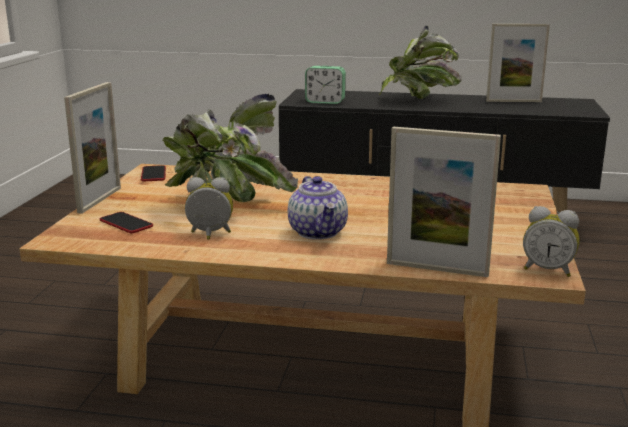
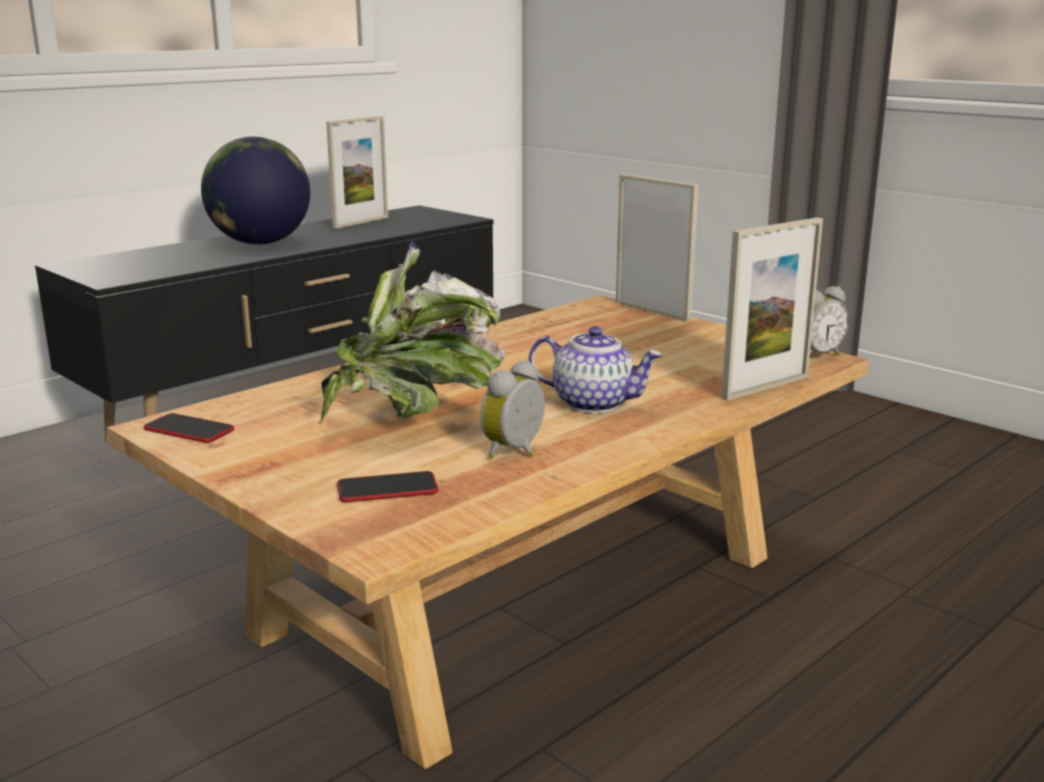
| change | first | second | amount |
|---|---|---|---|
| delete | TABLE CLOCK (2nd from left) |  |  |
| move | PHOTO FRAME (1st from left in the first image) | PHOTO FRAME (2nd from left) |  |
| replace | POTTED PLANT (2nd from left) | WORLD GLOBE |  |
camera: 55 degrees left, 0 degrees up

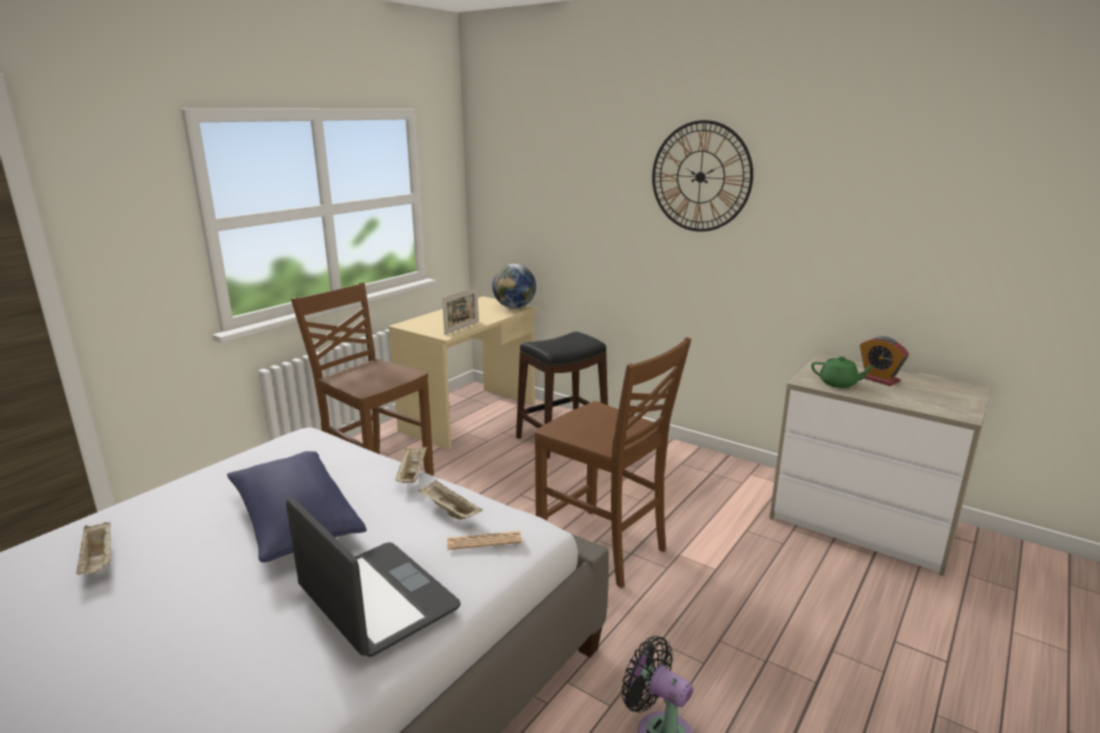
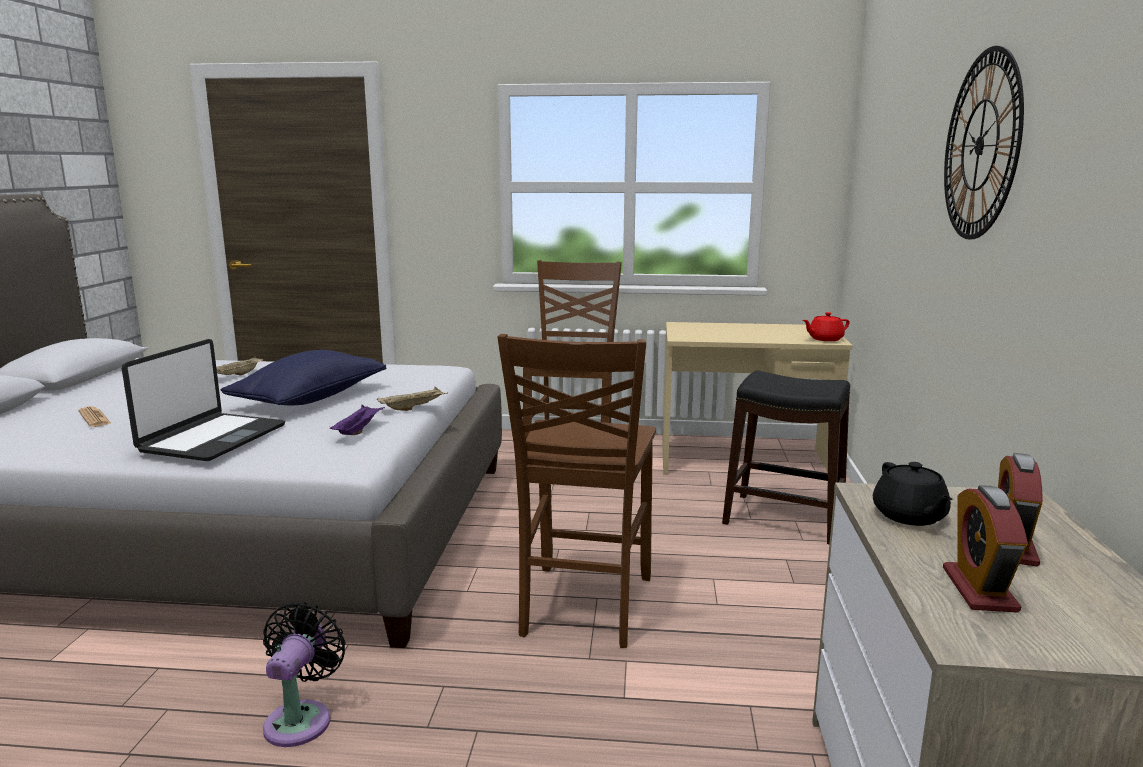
| change | first | second | amount |
|---|---|---|---|
| delete | PHOTO FRAME |  |  |
| insert |  | TABLE CLOCK (1st from left) |  |
| move | PRINTED PAPER |  |  |
| replace | WORLD GLOBE | RED-COLOURED POT FOR TEA |  |
| recolor | BEIGE CARRYING TRAY (3rd from left) | PURPLE CARRYING TRAY |  |
| recolor | GREENISH POT FOR TEA | BLACK-COLOURED POT FOR TEA |  |
camera: 60 degrees right, 5 degrees down

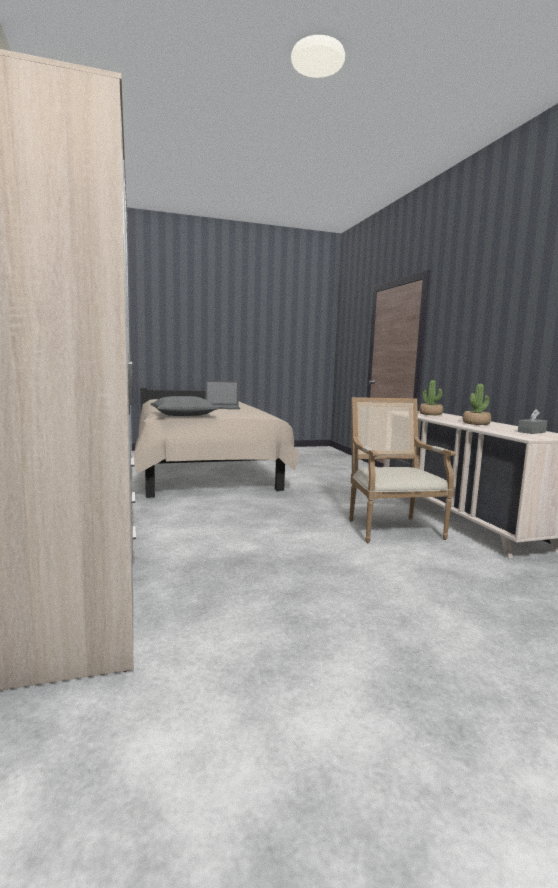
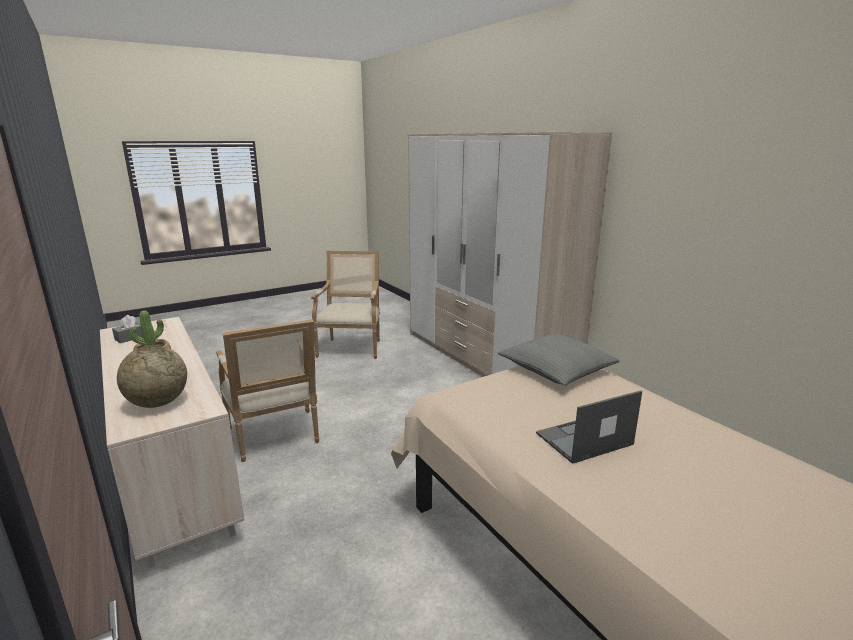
| change | first | second | amount |
|---|---|---|---|
| insert |  | ARMCHAIR (2nd from left) |  |
| replace | POTTED PLANT (1st from left) | WORLD GLOBE |  |
camera: 165 degrees right, 10 degrees up

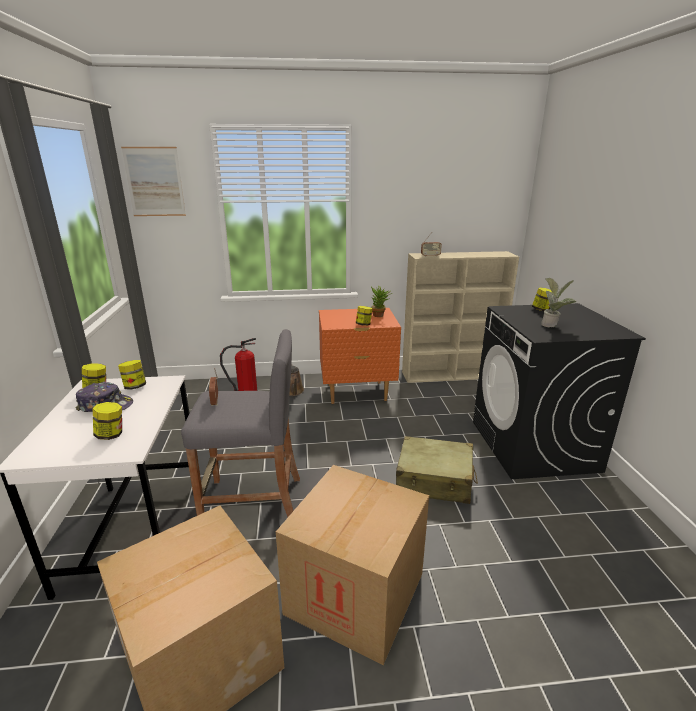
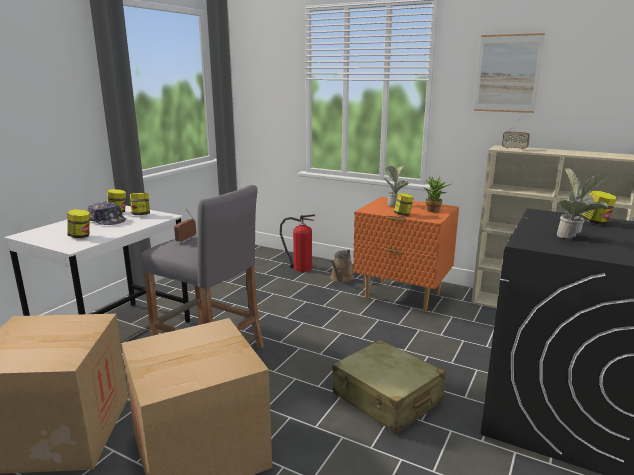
| change | first | second | amount |
|---|---|---|---|
| insert |  | POTTED PLANT (1st from left) |  |
| move | PICTURE |  |  |
camera: 35 degrees right, 5 degrees down

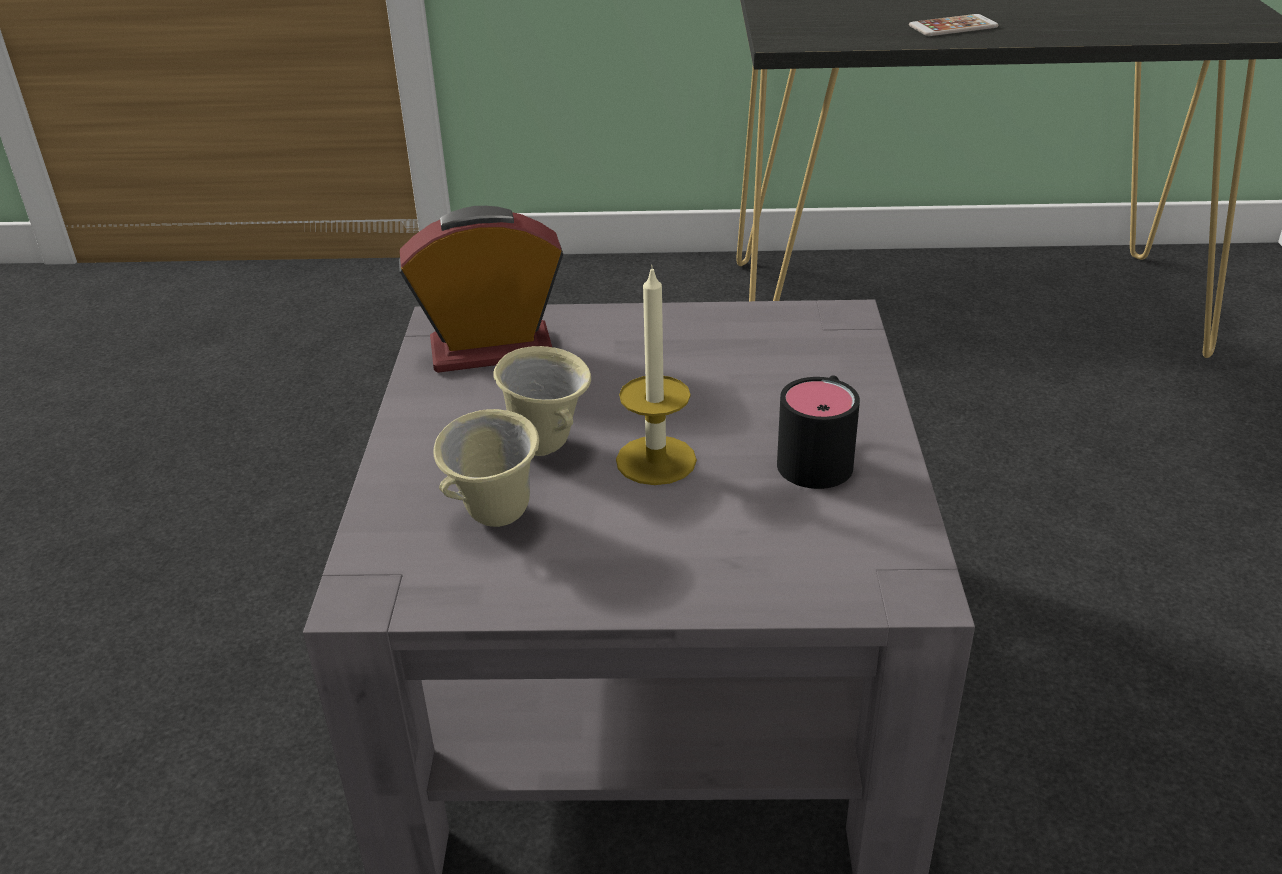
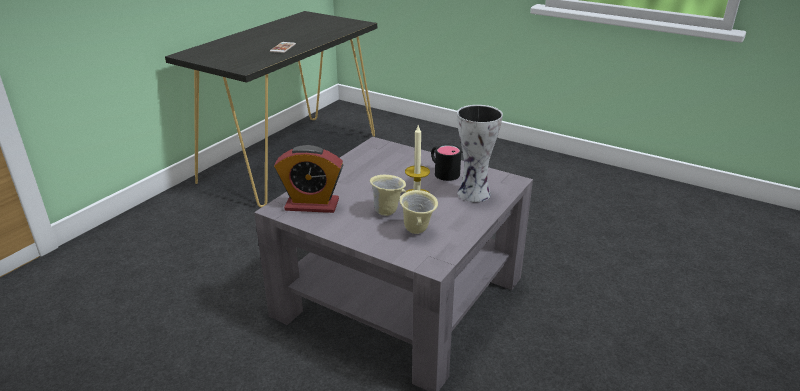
| change | first | second | amount |
|---|---|---|---|
| insert |  | VASE |  |
| rotate | TABLE CLOCK |  | 105 degrees counterclockwise |
camera: 60 degrees left, 5 degrees down

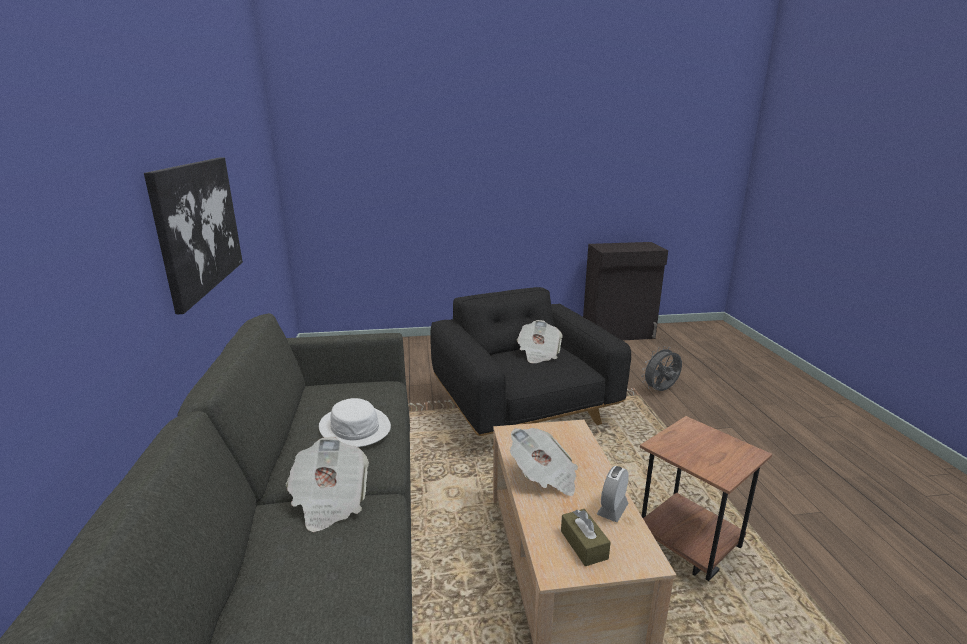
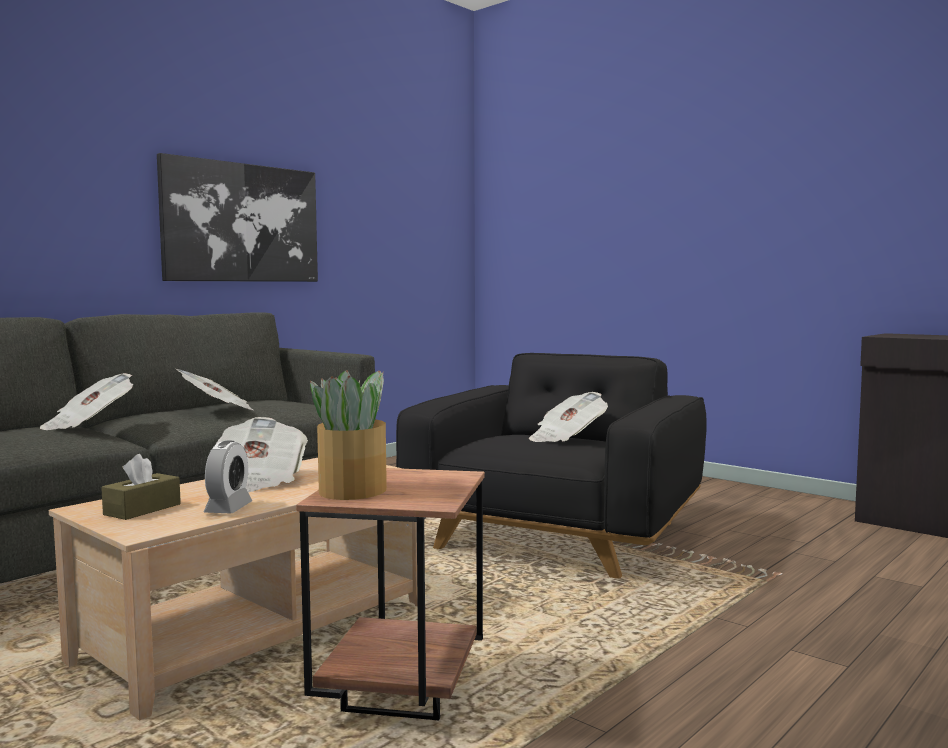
| change | first | second | amount |
|---|---|---|---|
| delete | GREYISH COOLING FAN |  |  |
| insert |  | POTTED PLANT |  |
| replace | WHITE-COLOURED CLOTHING HAT | PRINTED PAPER (2nd from left) |  |
| rotate | TABLE CLOCK |  | 105 degrees clockwise |
camera: 50 degrees right, 15 degrees down

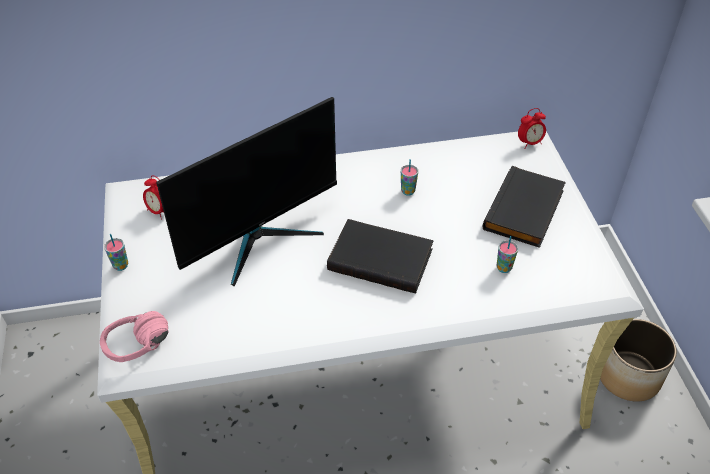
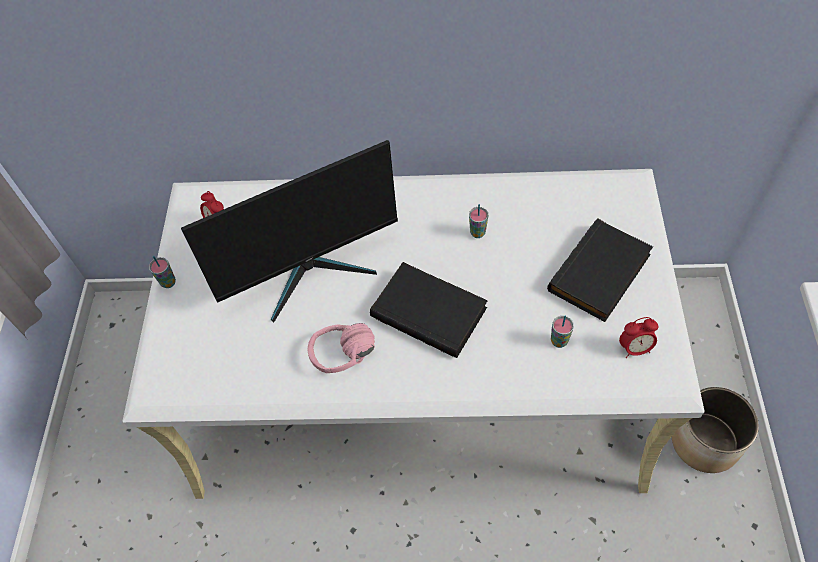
| change | first | second | amount |
|---|---|---|---|
| move | PINK-COLOURED HEADPHONES |  |  |
| move | TABLE CLOCK (2nd from left) |  |  |
camera: 15 degrees right, 10 degrees up

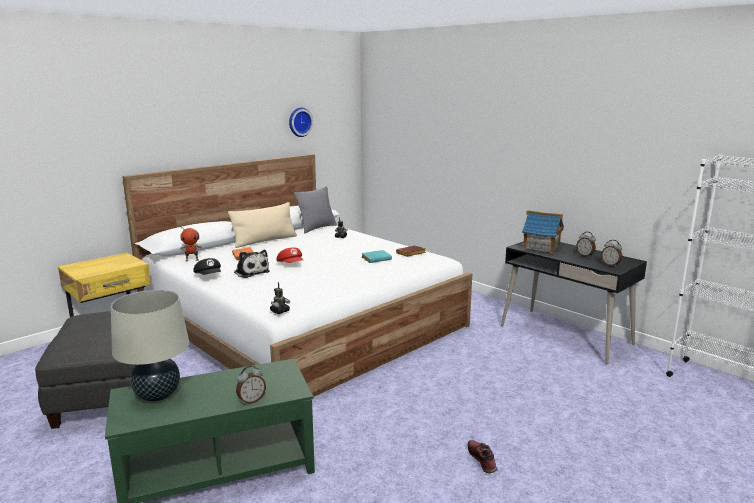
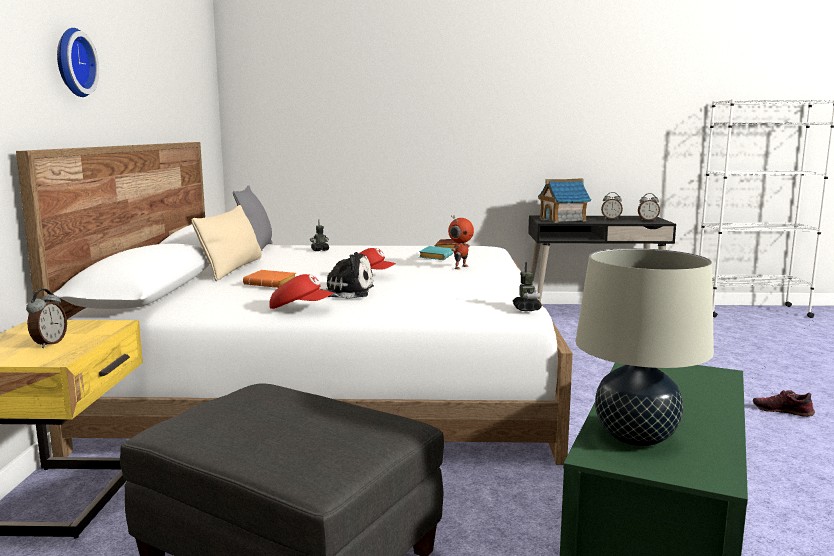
| change | first | second | amount |
|---|---|---|---|
| move | MODEL ROBOT (1st from left in the first image) | MODEL ROBOT (2nd from left) |  |
| move | TABLE CLOCK (1st from left) |  |  |
| move | WALL CLOCK |  |  |
| recolor | BLACK-COLOURED BASEBALL CAP | RED-COLOURED BASEBALL CAP (1st from left) |  |
camera: 45 degrees left, 5 degrees down

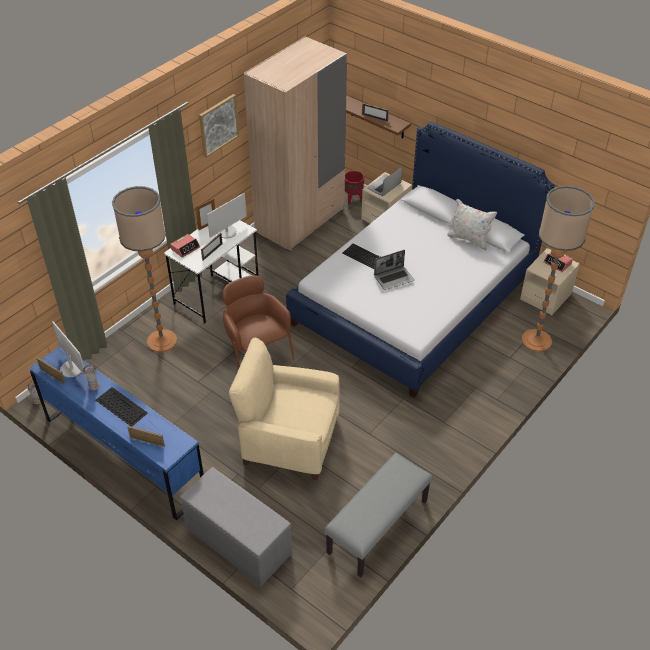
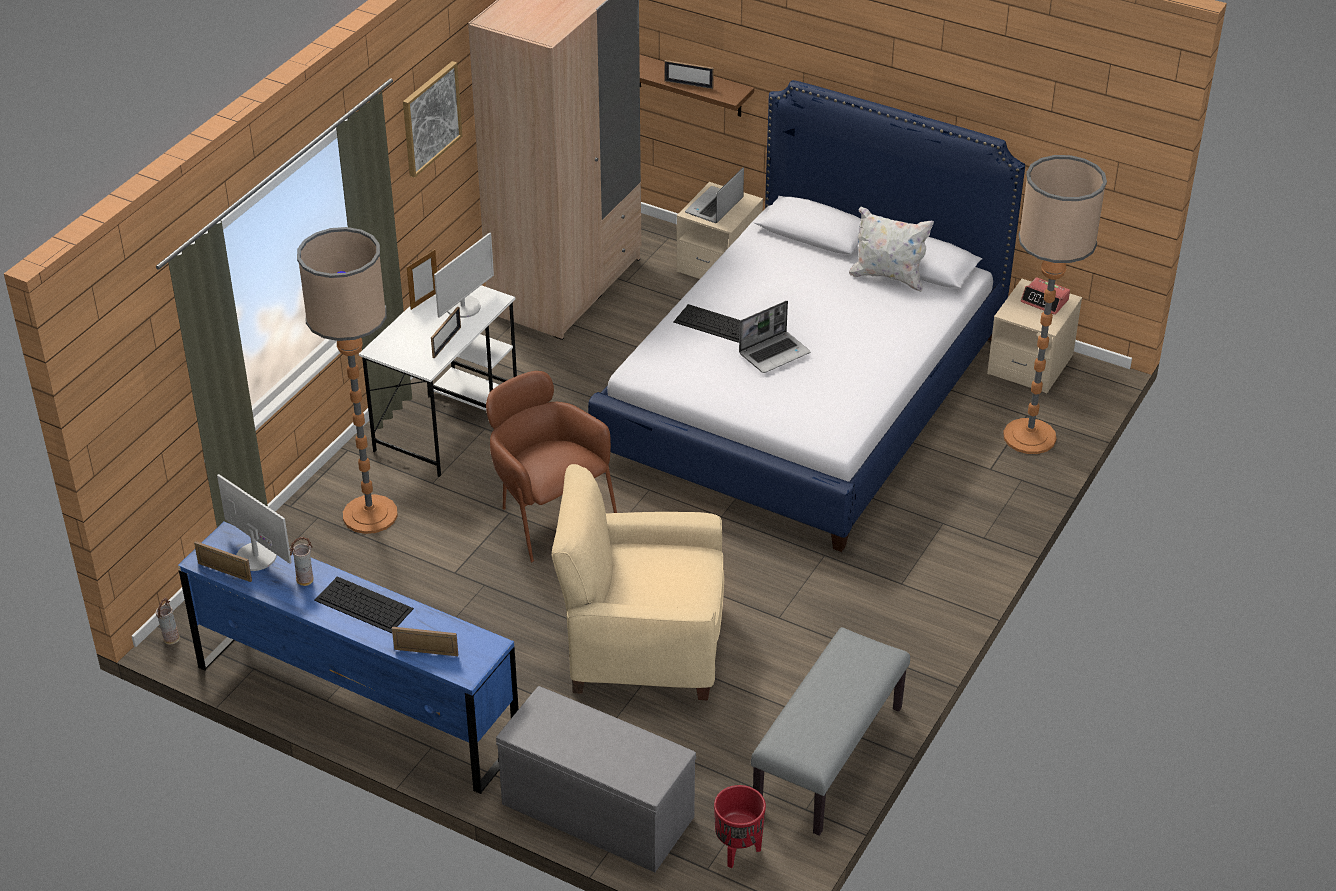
| change | first | second | amount |
|---|---|---|---|
| delete | TABLE CLOCK (1st from left) |  |  |
| move | RED-COLOURED FLOWER POT |  |  |
camera: 10 degrees left, 5 degrees down

